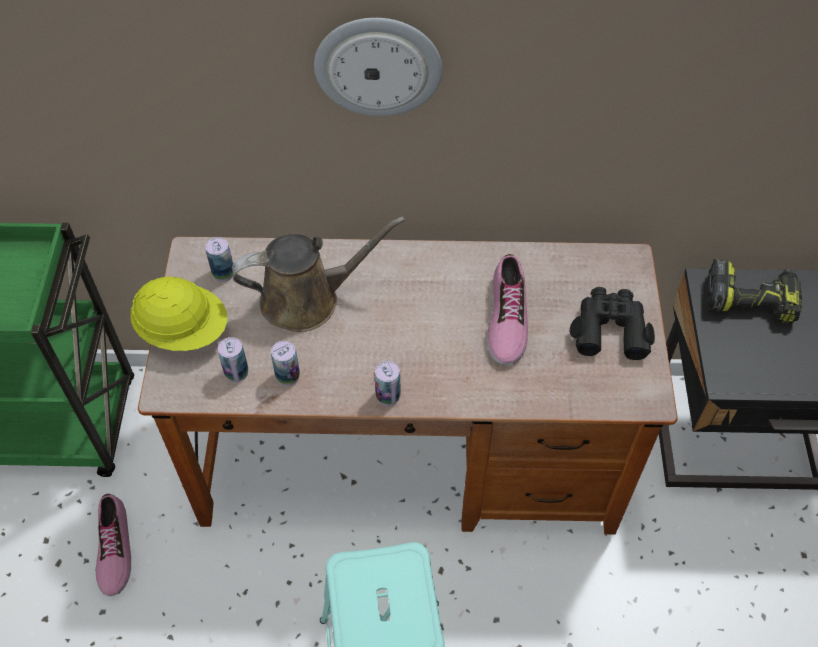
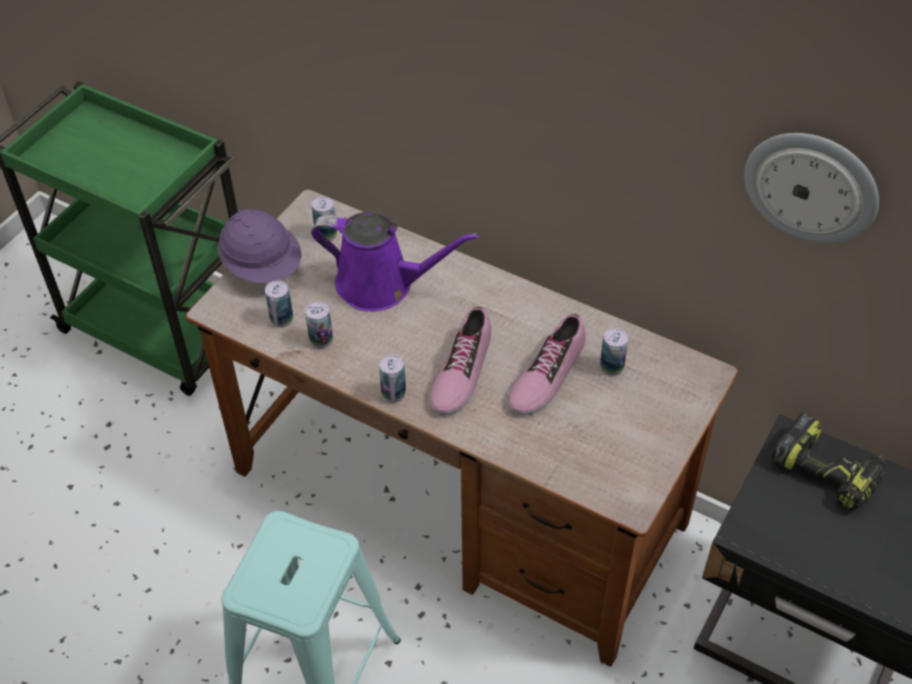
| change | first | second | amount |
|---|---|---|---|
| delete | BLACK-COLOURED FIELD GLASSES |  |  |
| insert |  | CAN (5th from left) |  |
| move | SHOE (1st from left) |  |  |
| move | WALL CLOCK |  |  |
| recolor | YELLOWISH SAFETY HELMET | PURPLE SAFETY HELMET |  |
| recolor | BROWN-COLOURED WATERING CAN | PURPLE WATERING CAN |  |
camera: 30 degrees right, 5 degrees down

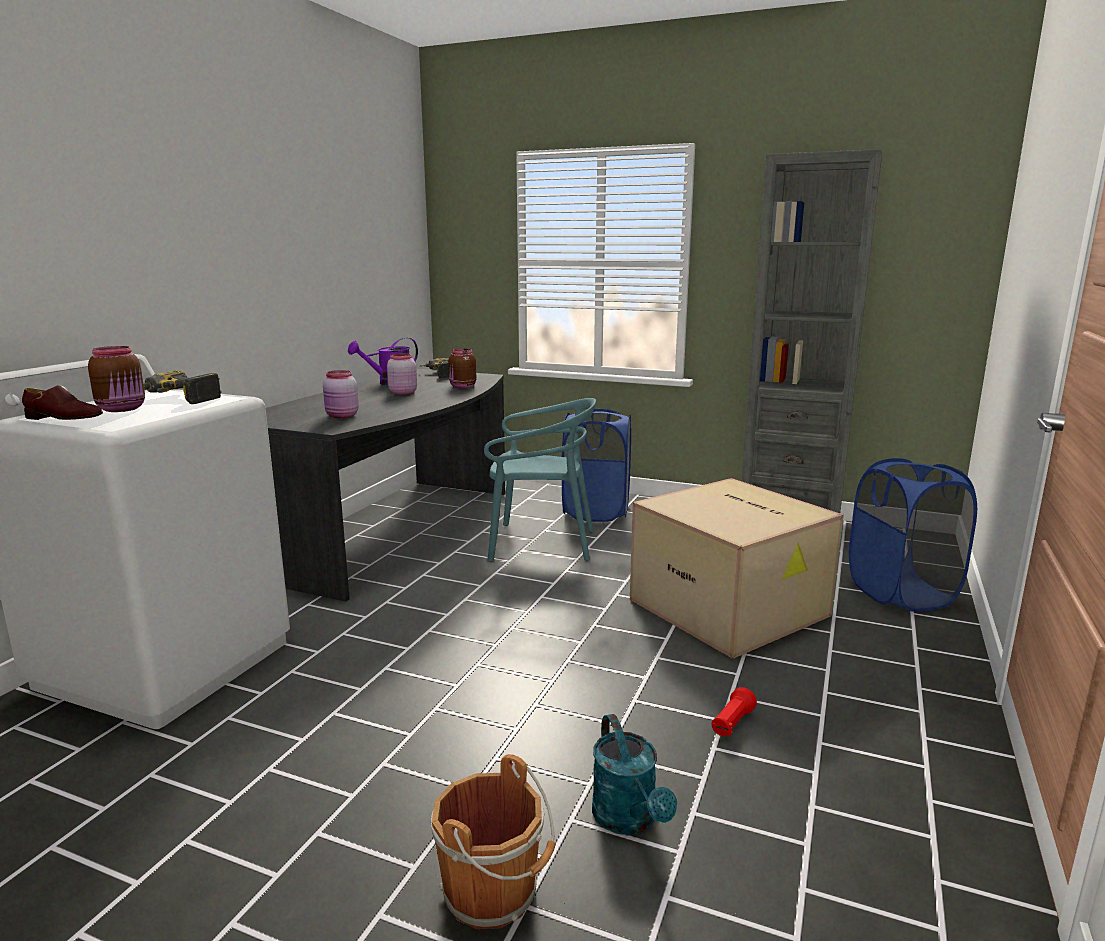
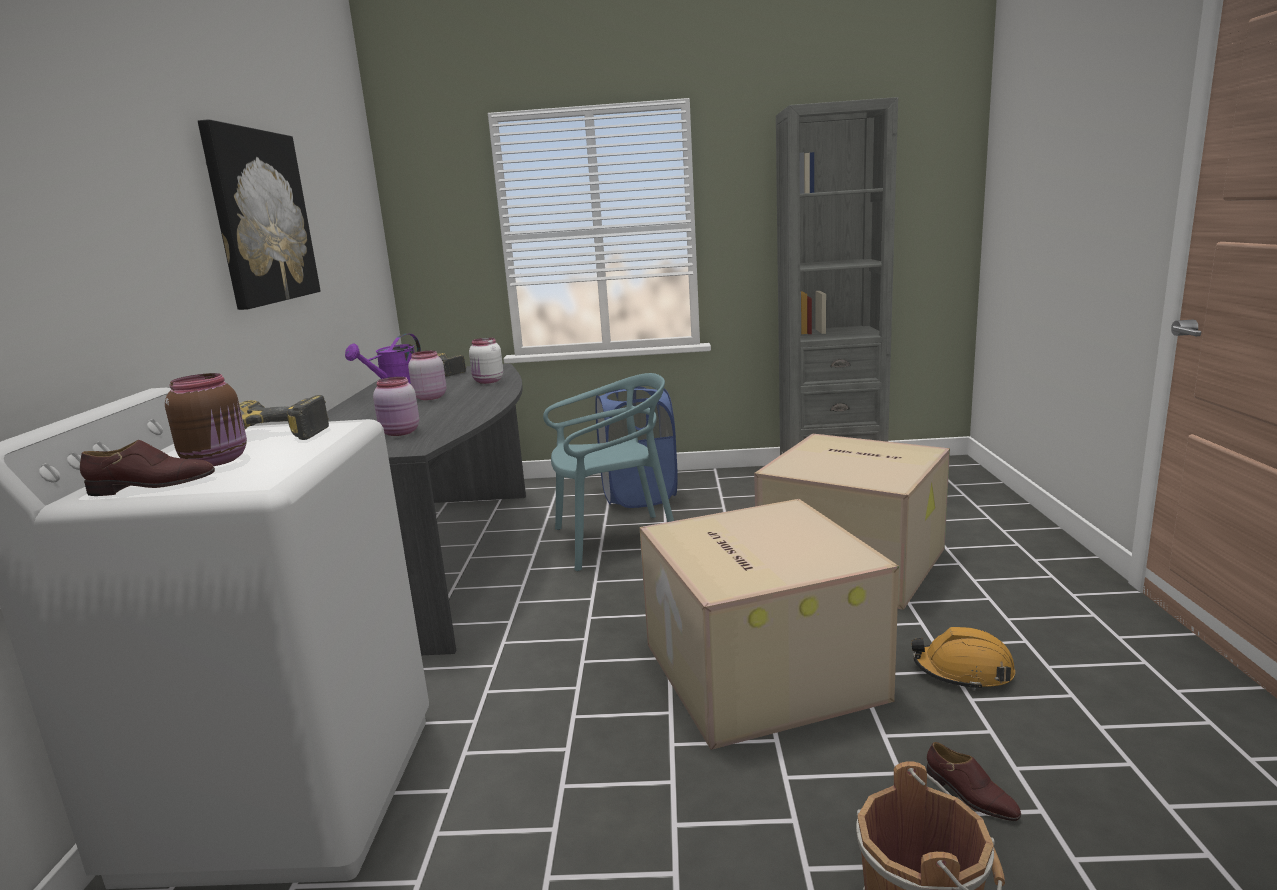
| change | first | second | amount |
|---|---|---|---|
| delete | BLUE-COLOURED WASHING BASKET (2nd from left) |  |  |
| insert |  | PICTURE |  |
| insert |  | CARDBOARD BOX (1st from left) |  |
| replace | BLUE-GREEN WATERING CAN | BROWN-COLOURED SHOE (2nd from left) |  |
| replace | RED-COLOURED TORCH | ORANGE-COLOURED SAFETY HELMET |  |
| recolor | BROWN-COLOURED PRESERVE JAR (2nd from left) | WHITE-COLOURED PRESERVE JAR |  |
camera: 20 degrees left, 0 degrees up

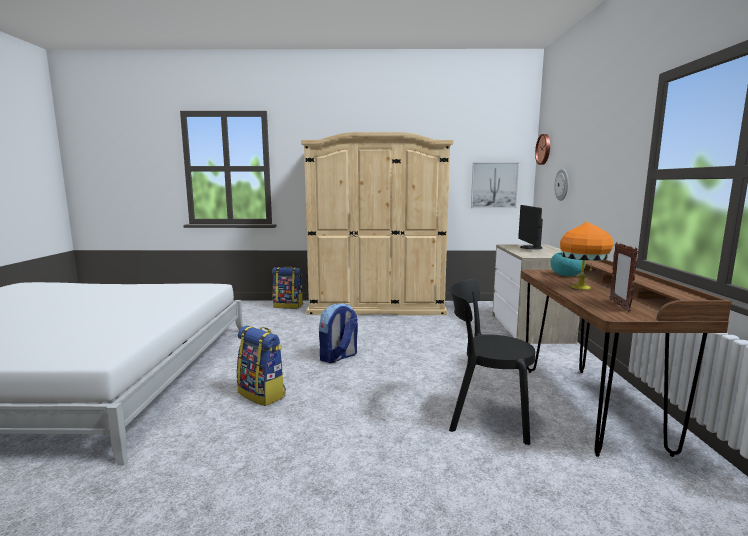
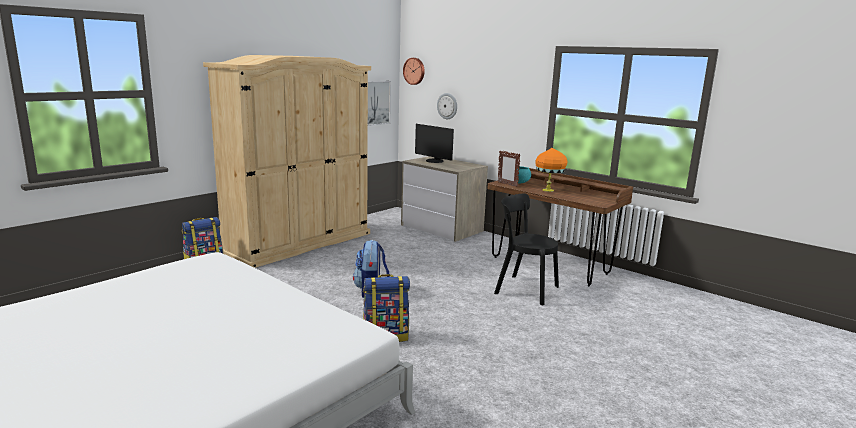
| change | first | second | amount |
|---|---|---|---|
| move | PHOTO FRAME |  |  |
| rotate | BLACK-COLOURED UPRIGHT CHAIR |  | 60 degrees clockwise |
camera: 50 degrees left, 5 degrees up

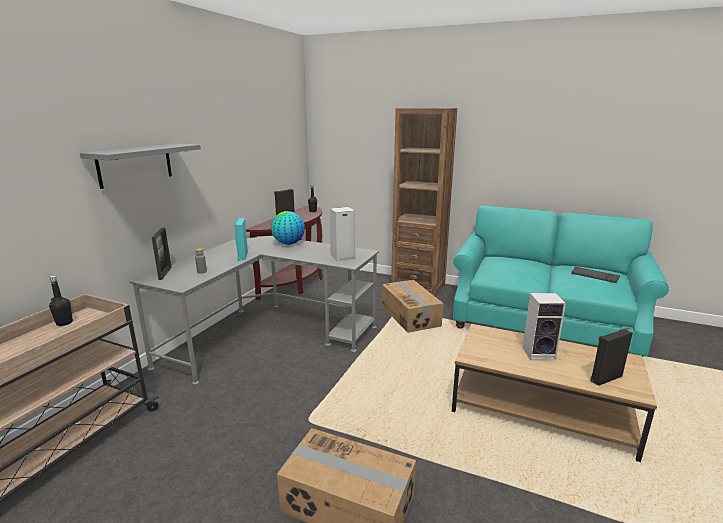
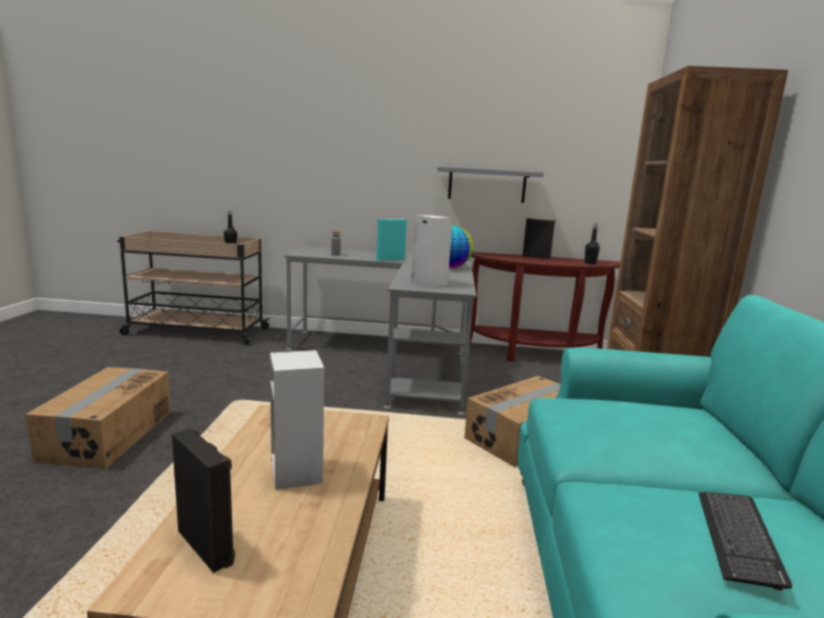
| change | first | second | amount |
|---|---|---|---|
| delete | PHOTO FRAME |  |  |
| move | GREYISH SHELF |  |  |
camera: 70 degrees right, 5 degrees down

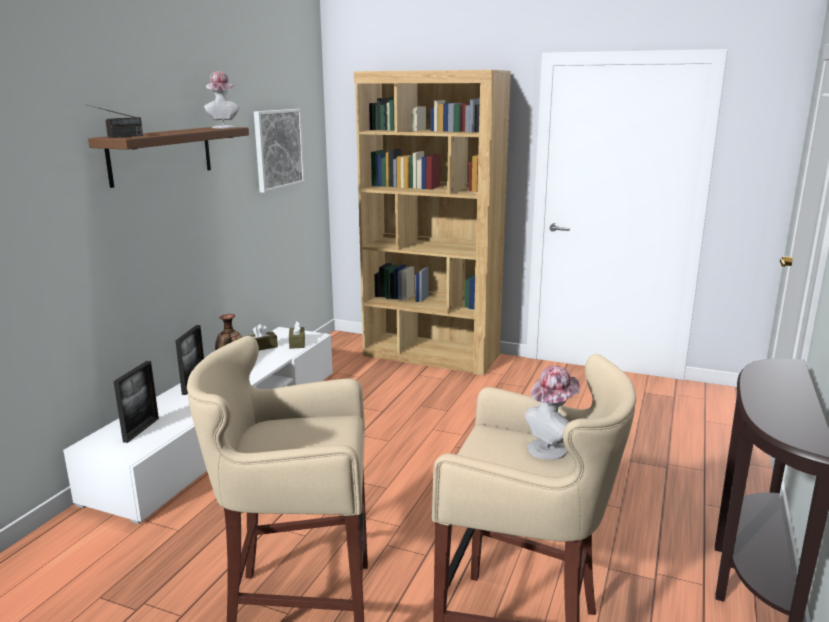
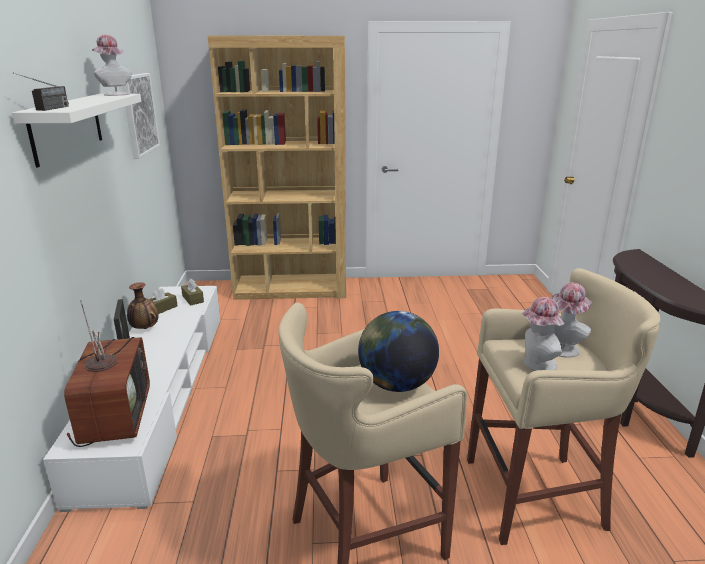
| change | first | second | amount |
|---|---|---|---|
| insert |  | WORLD GLOBE |  |
| insert |  | CLOTHING HAT (2nd from left) |  |
| replace | PHOTO FRAME (1st from left) | TV SET |  |
| recolor | BROWN-COLOURED SHELF | WHITE-COLOURED SHELF |  |
camera: 25 degrees left, 5 degrees up

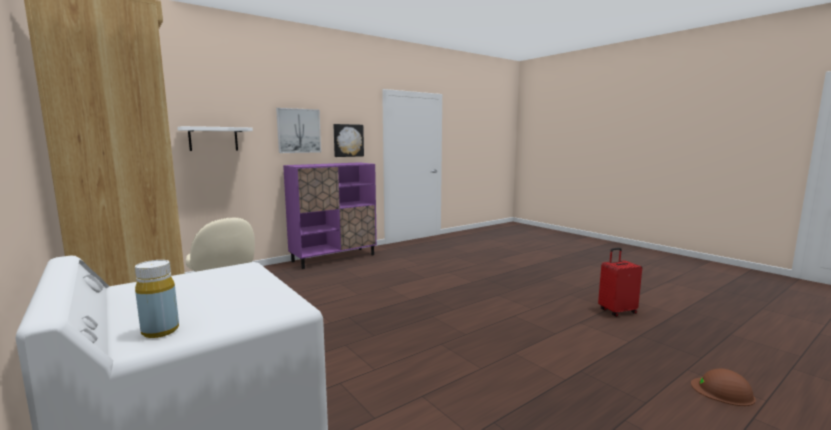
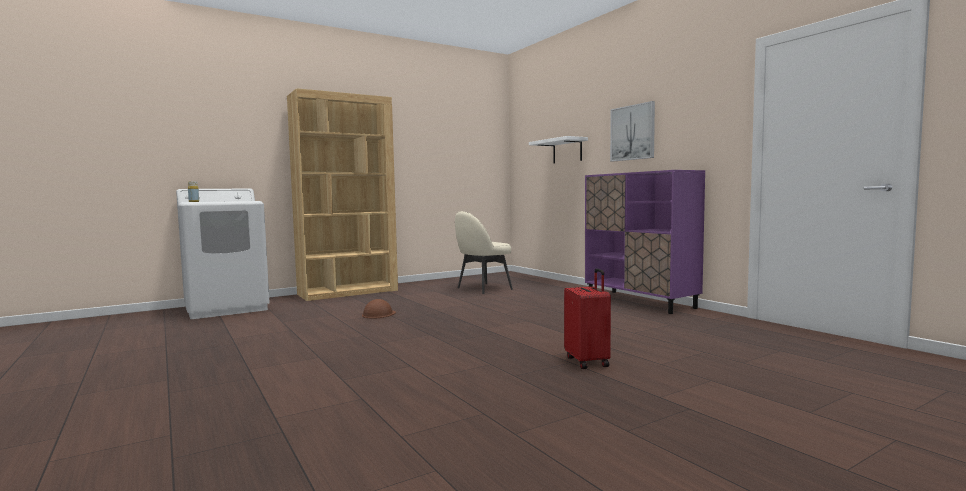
| change | first | second | amount |
|---|---|---|---|
| delete | PICTURE (2nd from left) |  |  |
| move | RED-COLOURED TRAVEL CASE |  |  |
| move | BROWN-COLOURED SAFETY HELMET |  |  |
camera: 95 degrees right, 5 degrees down

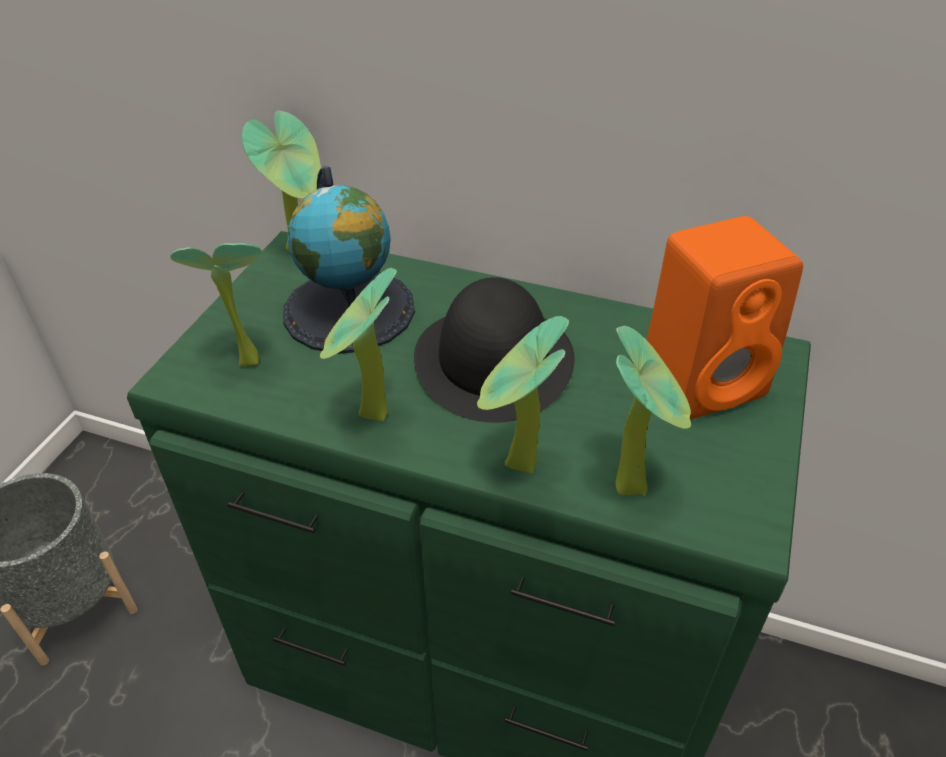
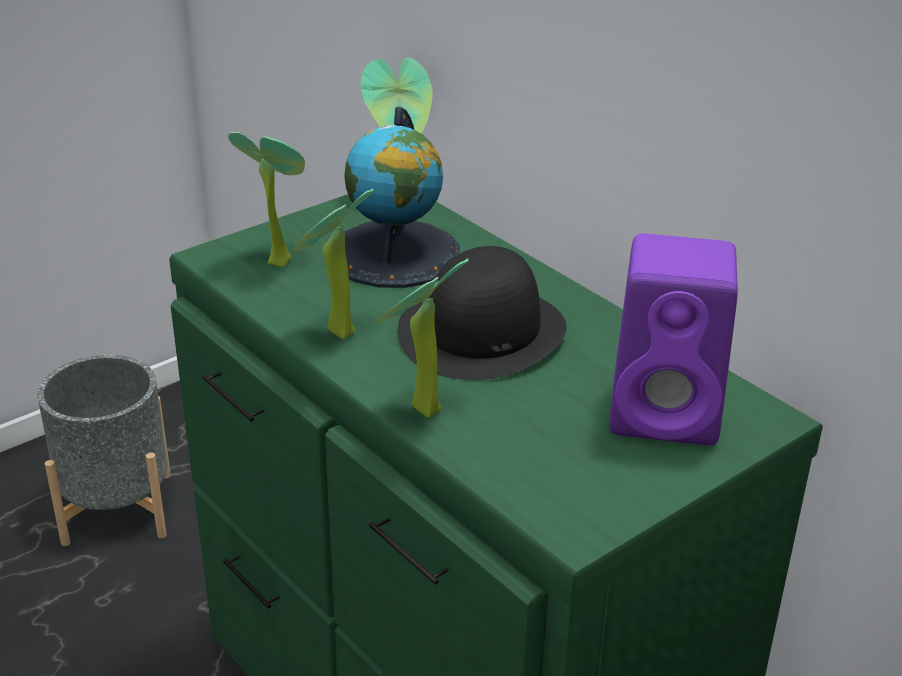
| change | first | second | amount |
|---|---|---|---|
| delete | POTTED PLANT (5th from left) |  |  |
| recolor | ORANGE-COLOURED SPEAKER | PURPLE SPEAKER |  |
camera: 30 degrees right, 10 degrees down

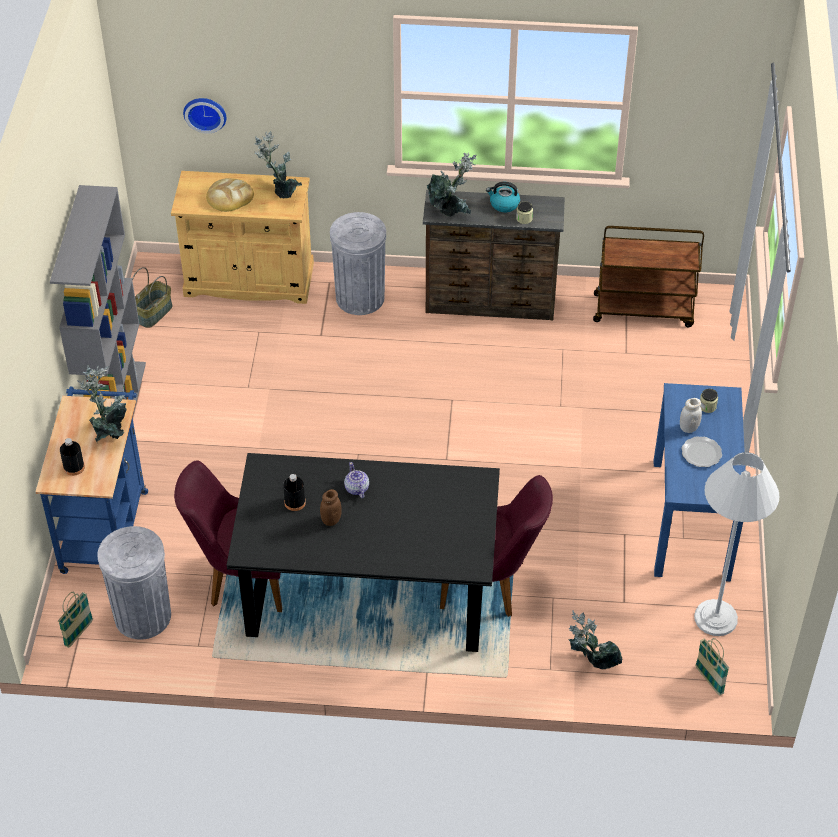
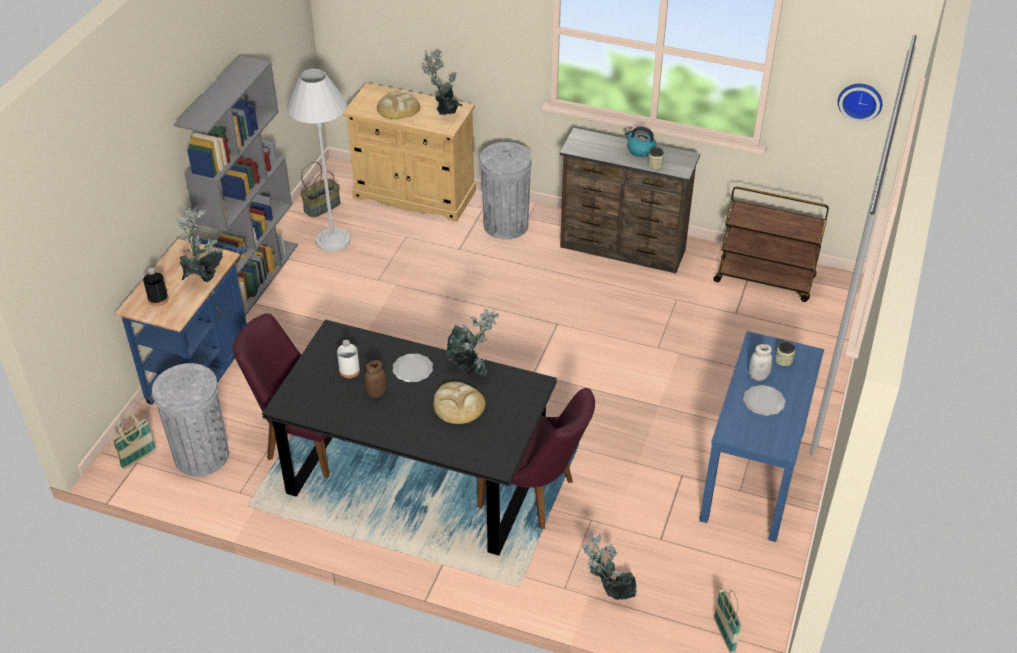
| change | first | second | amount |
|---|---|---|---|
| insert |  | BREAD (2nd from left) |  |
| move | WALL CLOCK |  |  |
| move | POTTED PLANT (3rd from left) |  |  |
| move | WHITE-COLOURED STANDING LAMP |  |  |
| replace | POT FOR TEA | DINNER PLATE (1st from left) |  |
| recolor | BLACK-COLOURED BEVERAGE BOTTLE (2nd from left) | WHITE-COLOURED BEVERAGE BOTTLE |  |
camera: 15 degrees right, 5 degrees down

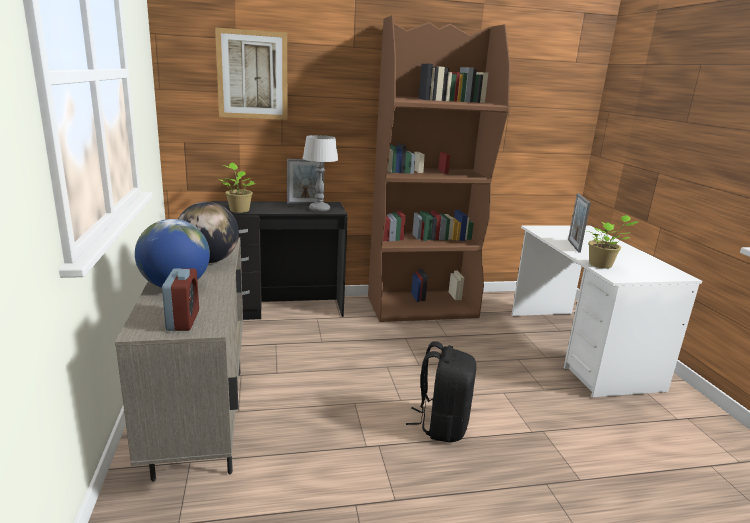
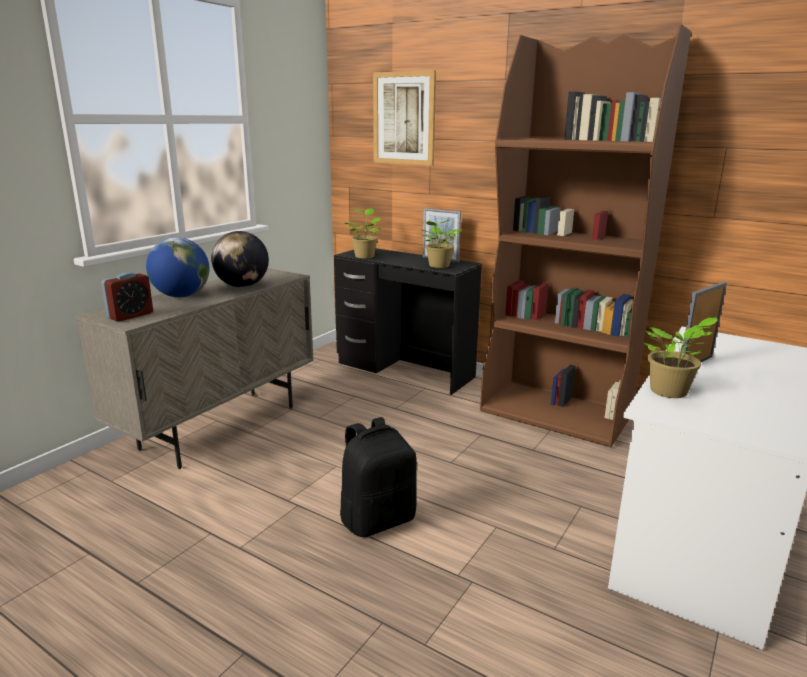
| change | first | second | amount |
|---|---|---|---|
| replace | TABLE LAMP | POTTED PLANT (2nd from left) |  |
camera: 45 degrees right, 0 degrees up

